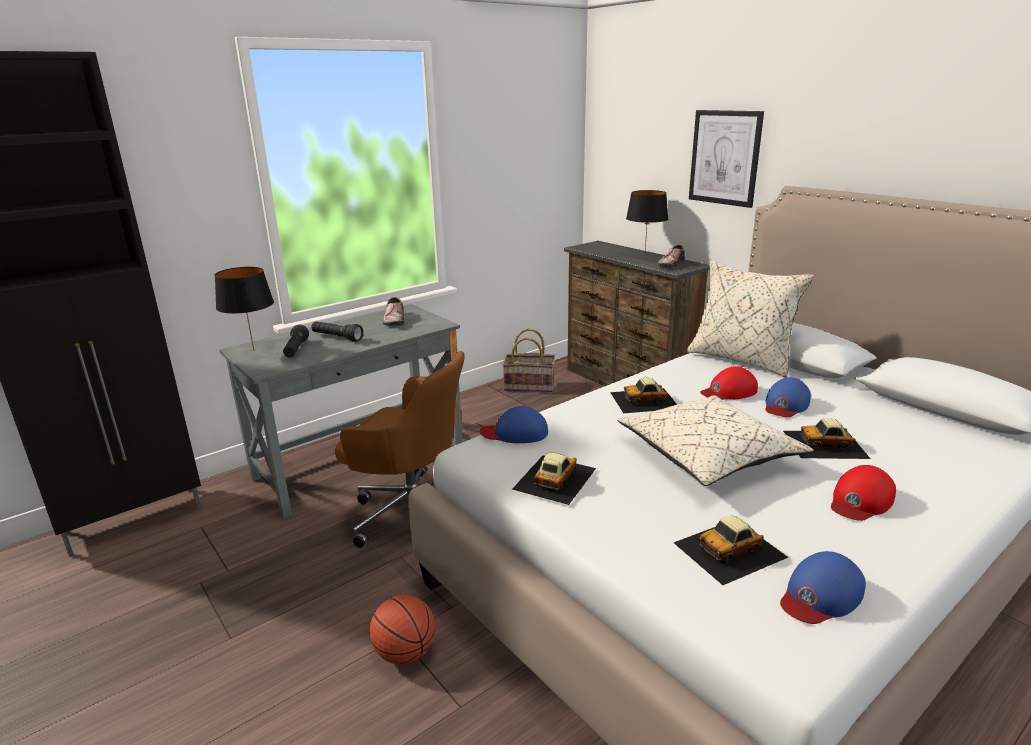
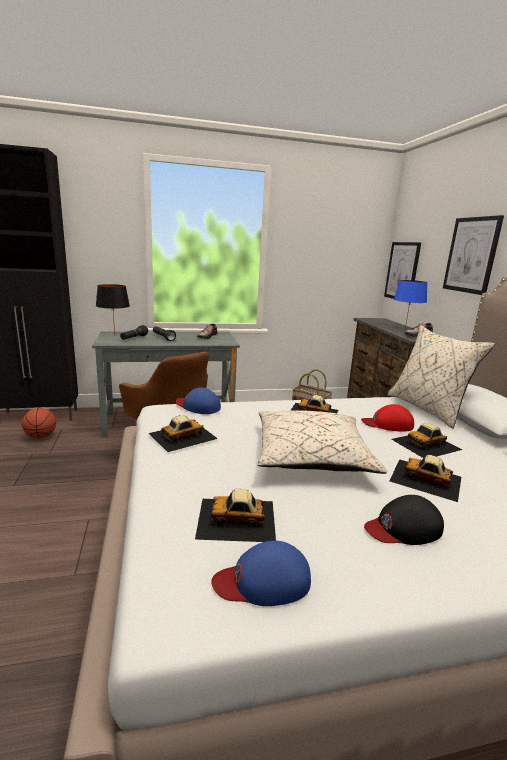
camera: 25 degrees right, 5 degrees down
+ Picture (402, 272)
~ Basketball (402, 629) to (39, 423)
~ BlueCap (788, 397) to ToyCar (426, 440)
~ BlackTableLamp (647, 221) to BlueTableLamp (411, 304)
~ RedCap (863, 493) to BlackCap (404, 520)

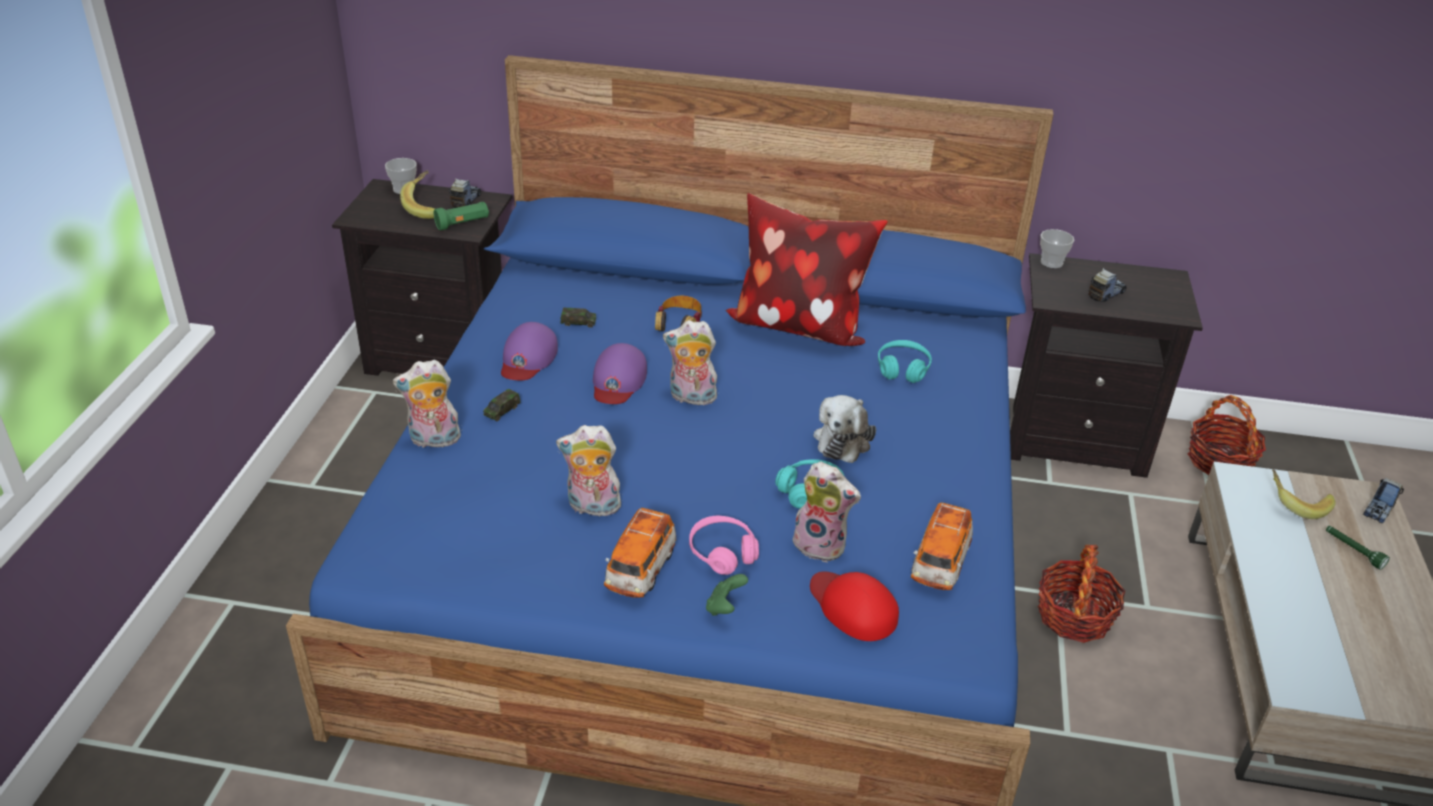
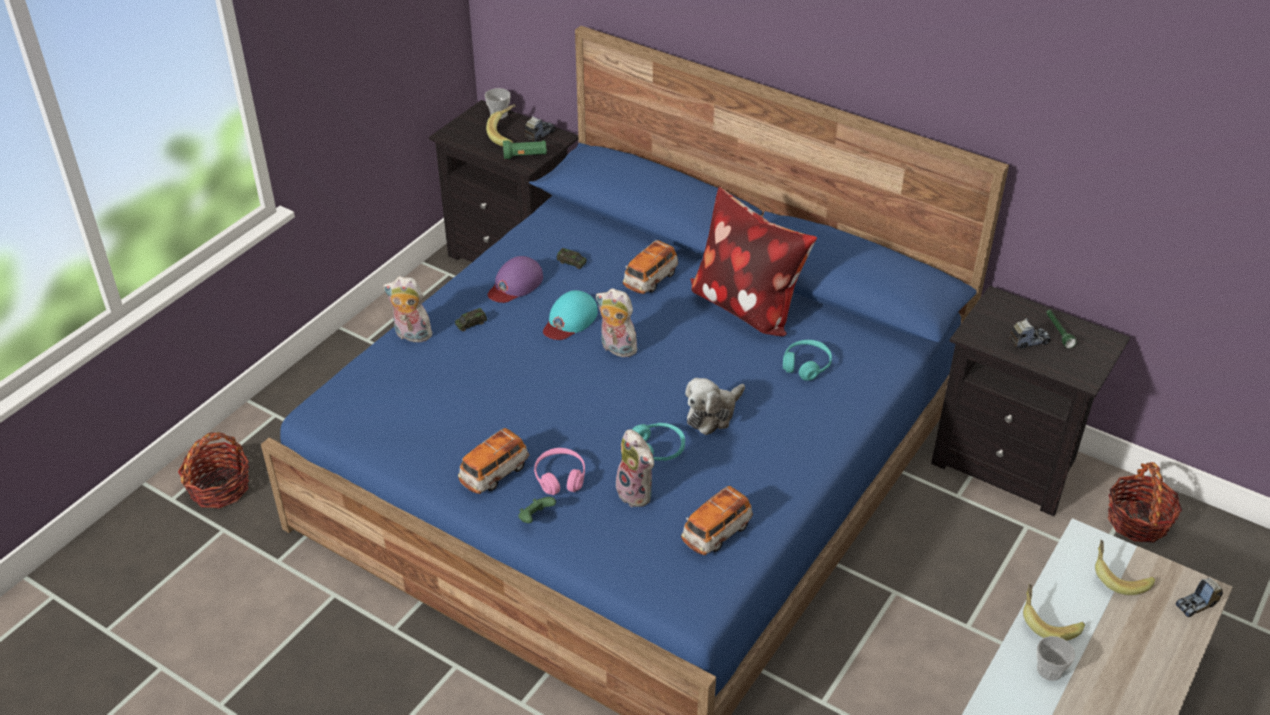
camera: 25 degrees right, 5 degrees up
- PlushToy (588, 472)
- RedCap (854, 606)
+ Banana (1054, 612)
~ Basket (1081, 593) to (213, 470)
~ Cup (1057, 248) to (1056, 658)
~ GreenFlashlight (1358, 548) to (1061, 329)
~ Headphones (678, 313) to ToyCar (650, 267)
~ PurpleCap (620, 373) to TurquoiseCap (570, 315)

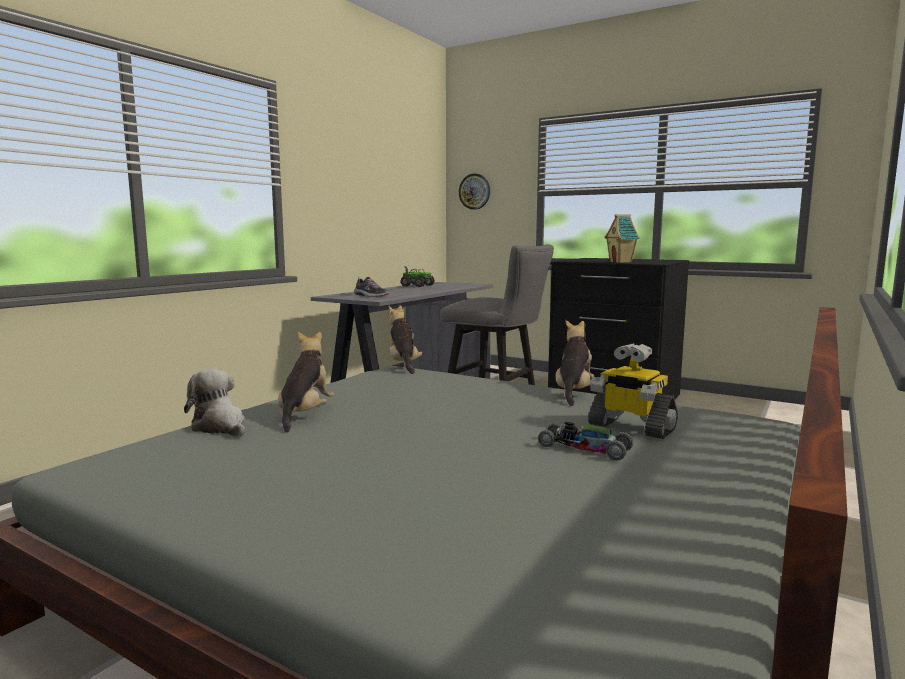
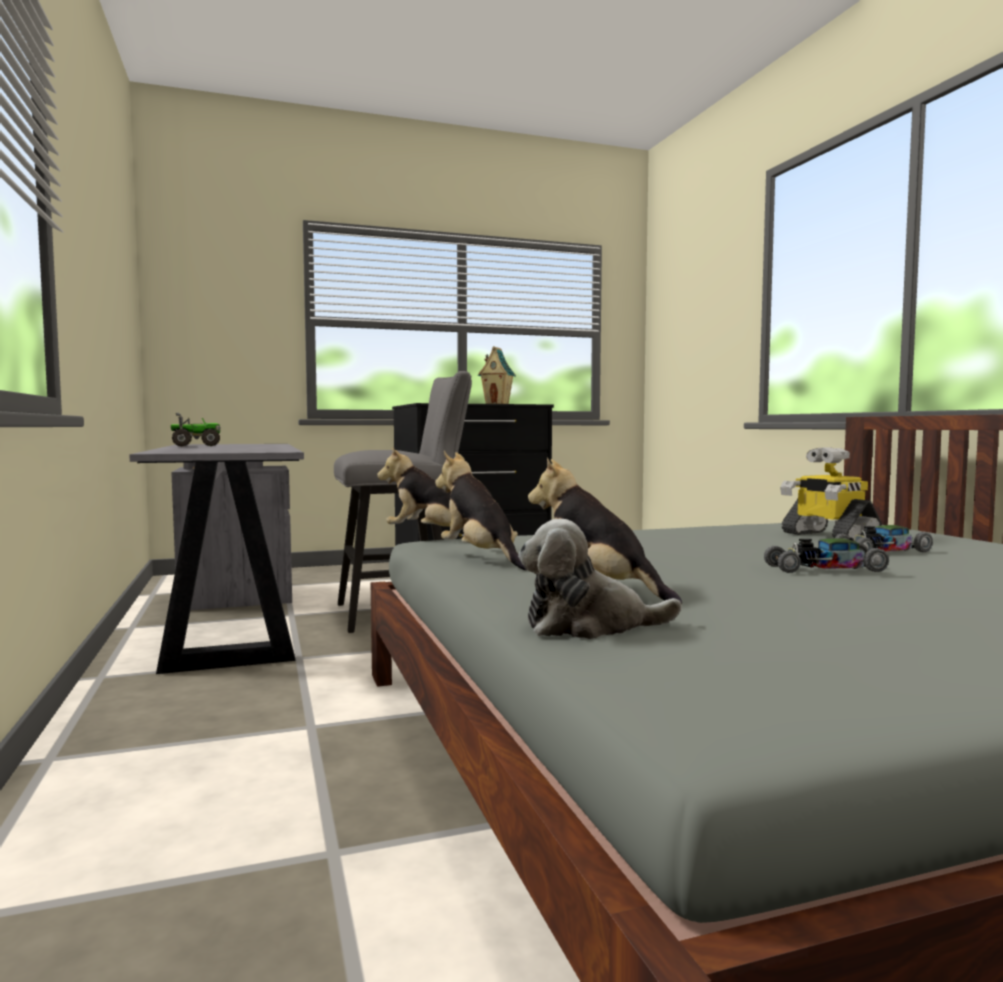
camera: 50 degrees left, 5 degrees down
- Shoe (372, 287)
- WallClock (474, 192)
+ ToyCar (826, 555)
~ PlushToy (574, 363) to (481, 510)
~ ToyRobot (633, 391) = (831, 494) 75 degrees clockwise

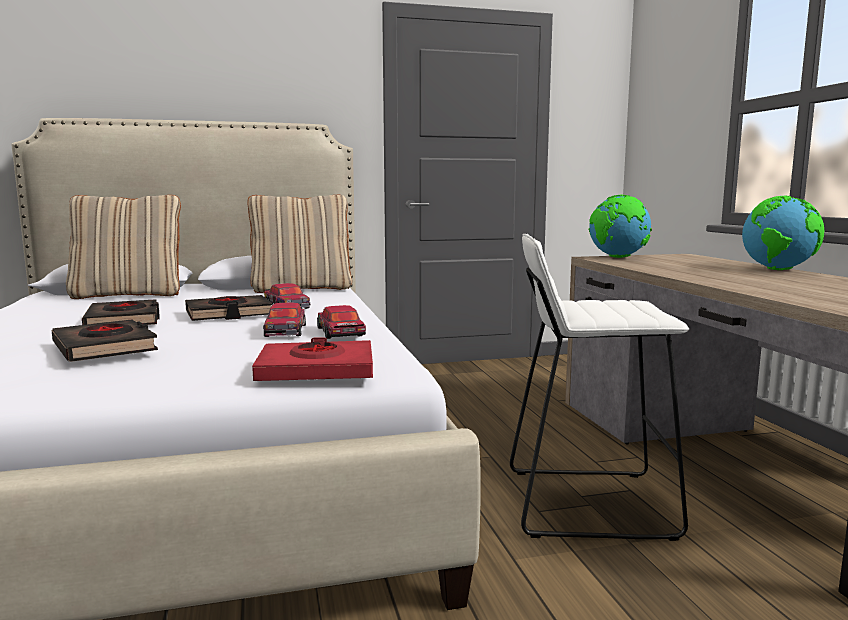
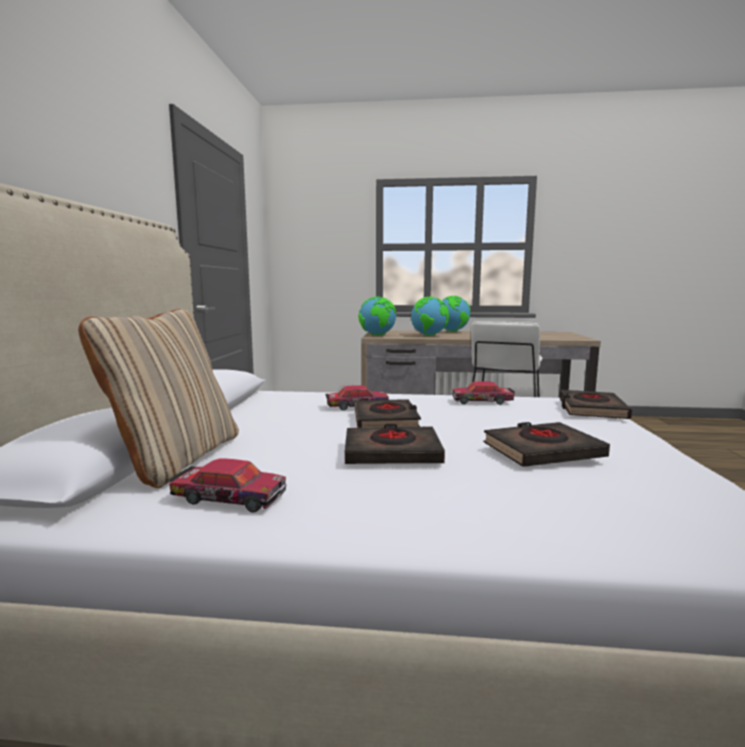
camera: 70 degrees left, 0 degrees up
- BeigePillow (299, 244)
+ Globe (430, 316)
~ ToyCar (284, 320) to (227, 486)
~ RedBook (312, 359) to BlackBook (596, 404)

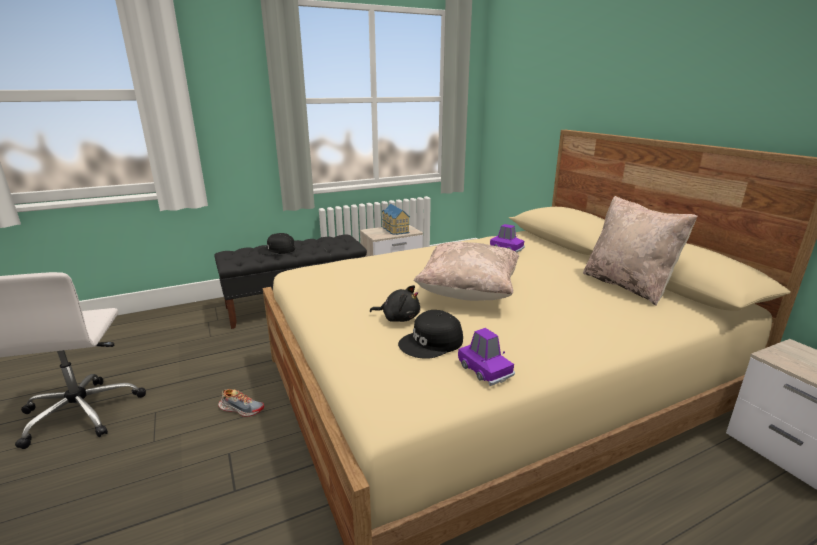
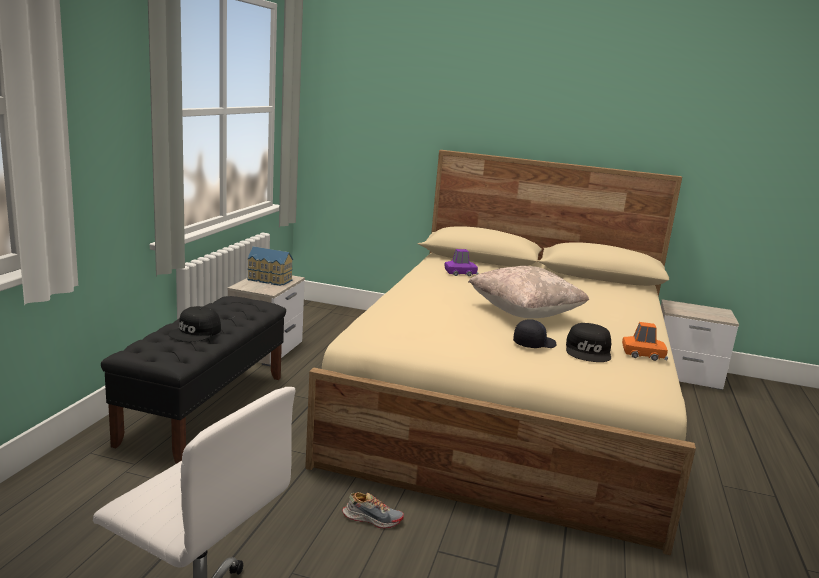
camera: 50 degrees left, 5 degrees down
- BeigePillow (640, 251)
~ BlackPlushToy (395, 303) to BlackCap (534, 333)
~ PurpleToyCar (486, 357) to OrangeToyCar (645, 341)
~ Shoe (241, 403) = (373, 510) 45 degrees clockwise

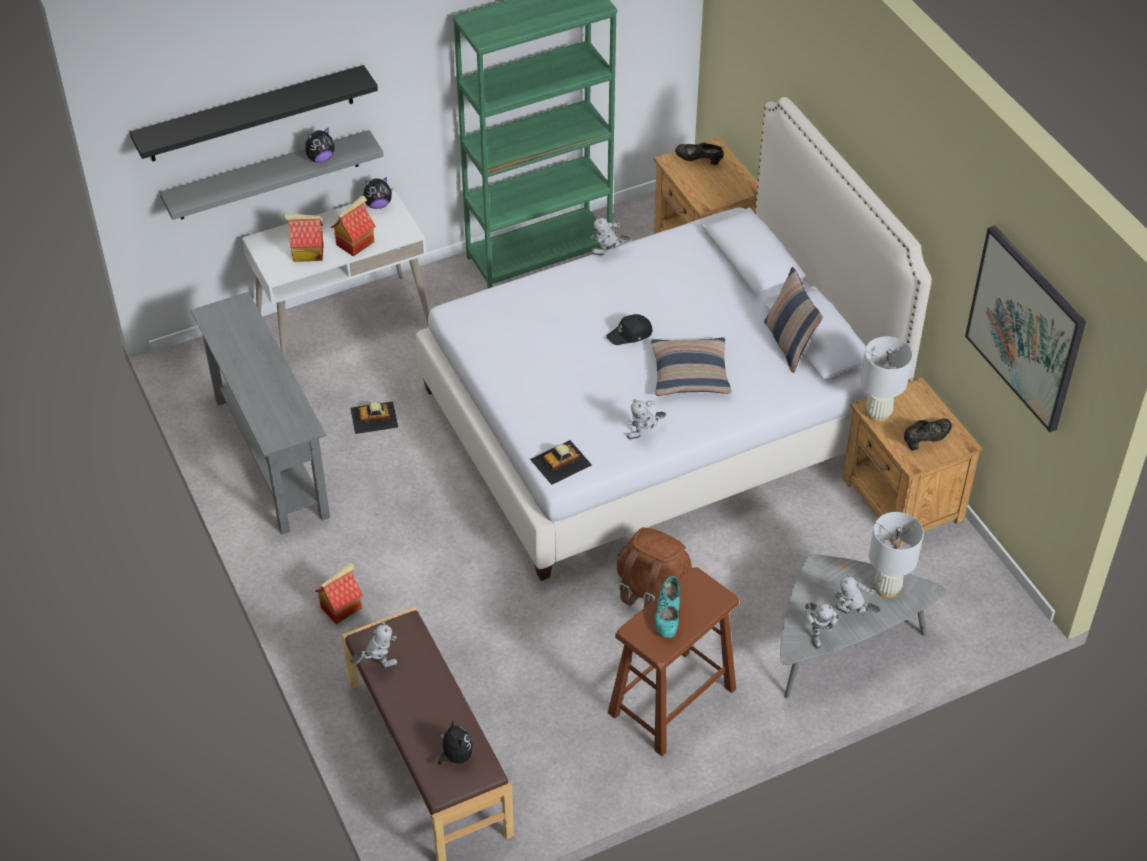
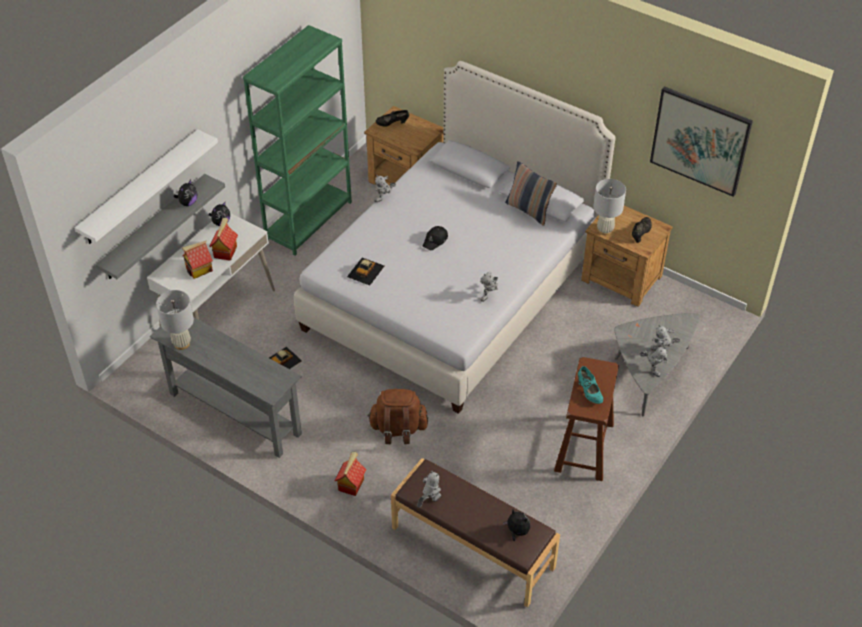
camera: 30 degrees left, 0 degrees up
- Pillow (691, 367)
~ ToyCar (561, 462) to (365, 272)
~ BrownBackpack (654, 567) to (398, 416)
~ WhiteTableLamp (896, 555) to (175, 320)
~ BlackShelf (254, 113) to WhiteShelf (146, 186)

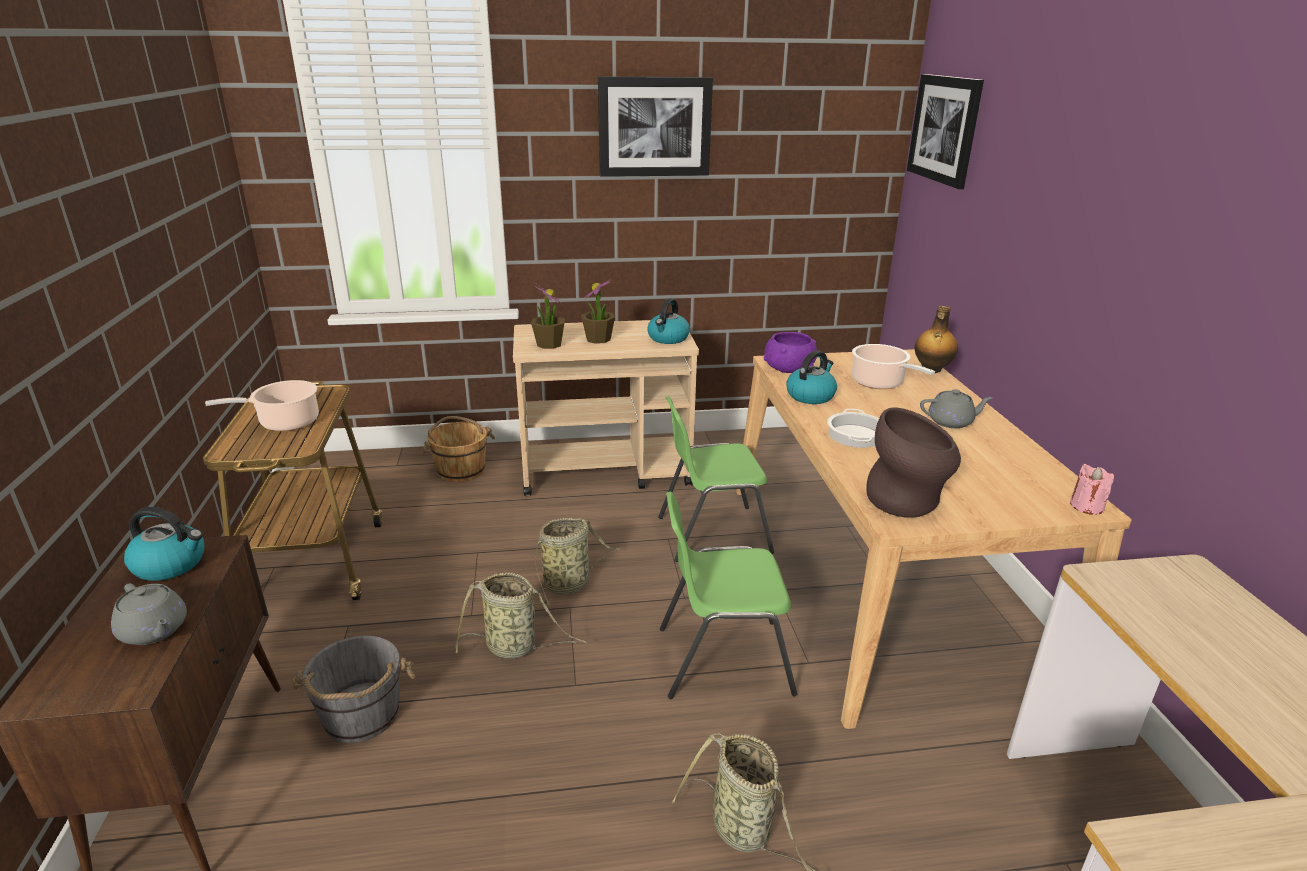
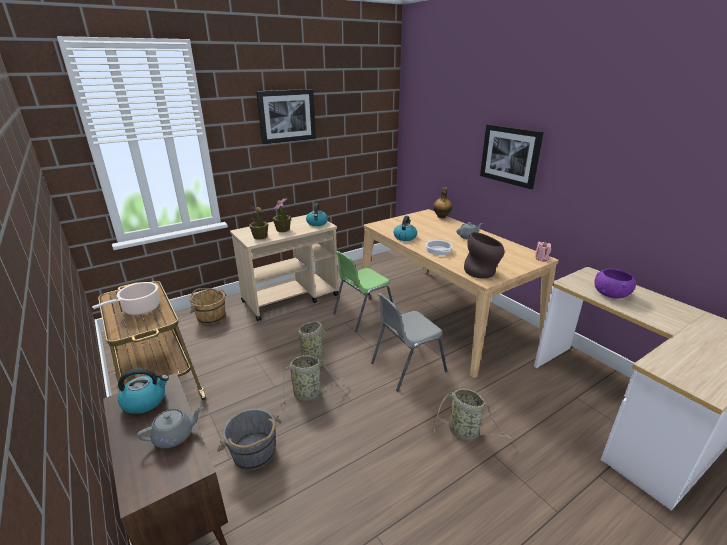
camera: 25 degrees left, 0 degrees up
- CookingPot (893, 366)
~ PurpleBowl (790, 352) to (615, 283)
~ Picture (945, 131) to (512, 156)
~ GreenChair (728, 595) to GreyChair (409, 342)
~ GreyTeapot (149, 614) = (170, 427) 45 degrees counterclockwise

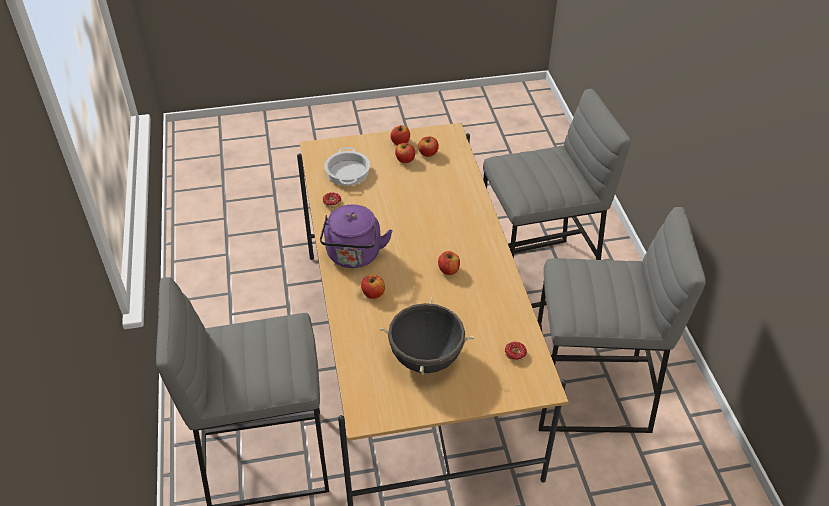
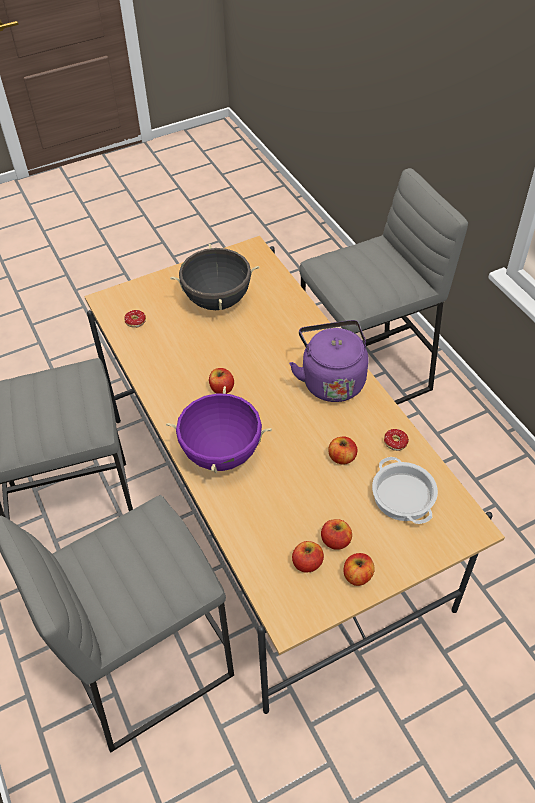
camera: 165 degrees right, 5 degrees up
+ PurpleCookingPot (219, 429)
~ Apple (373, 287) to (342, 450)

